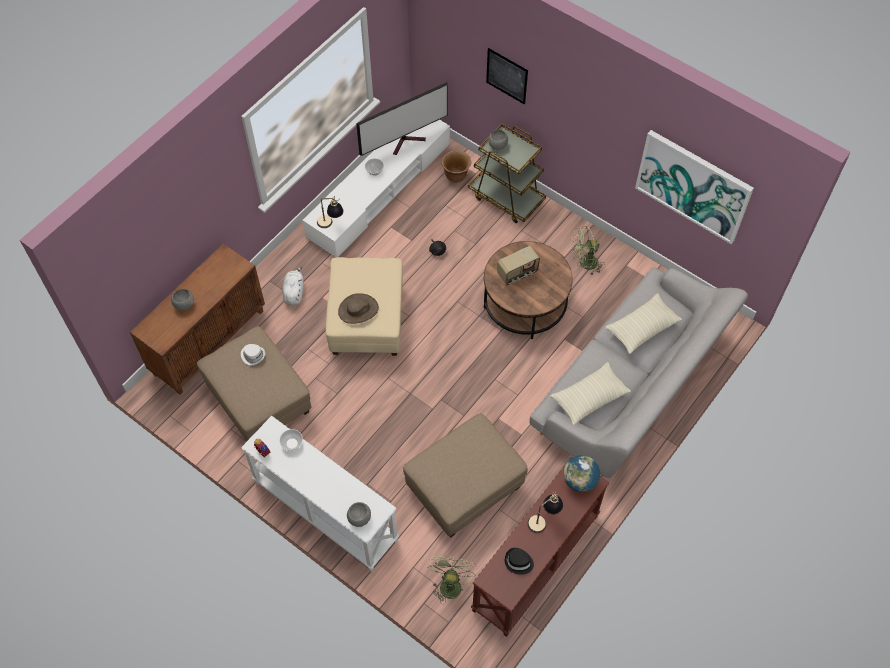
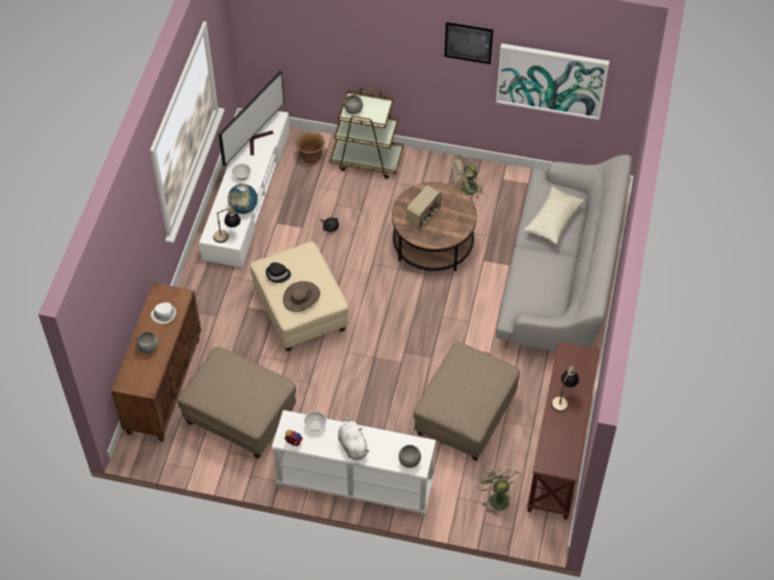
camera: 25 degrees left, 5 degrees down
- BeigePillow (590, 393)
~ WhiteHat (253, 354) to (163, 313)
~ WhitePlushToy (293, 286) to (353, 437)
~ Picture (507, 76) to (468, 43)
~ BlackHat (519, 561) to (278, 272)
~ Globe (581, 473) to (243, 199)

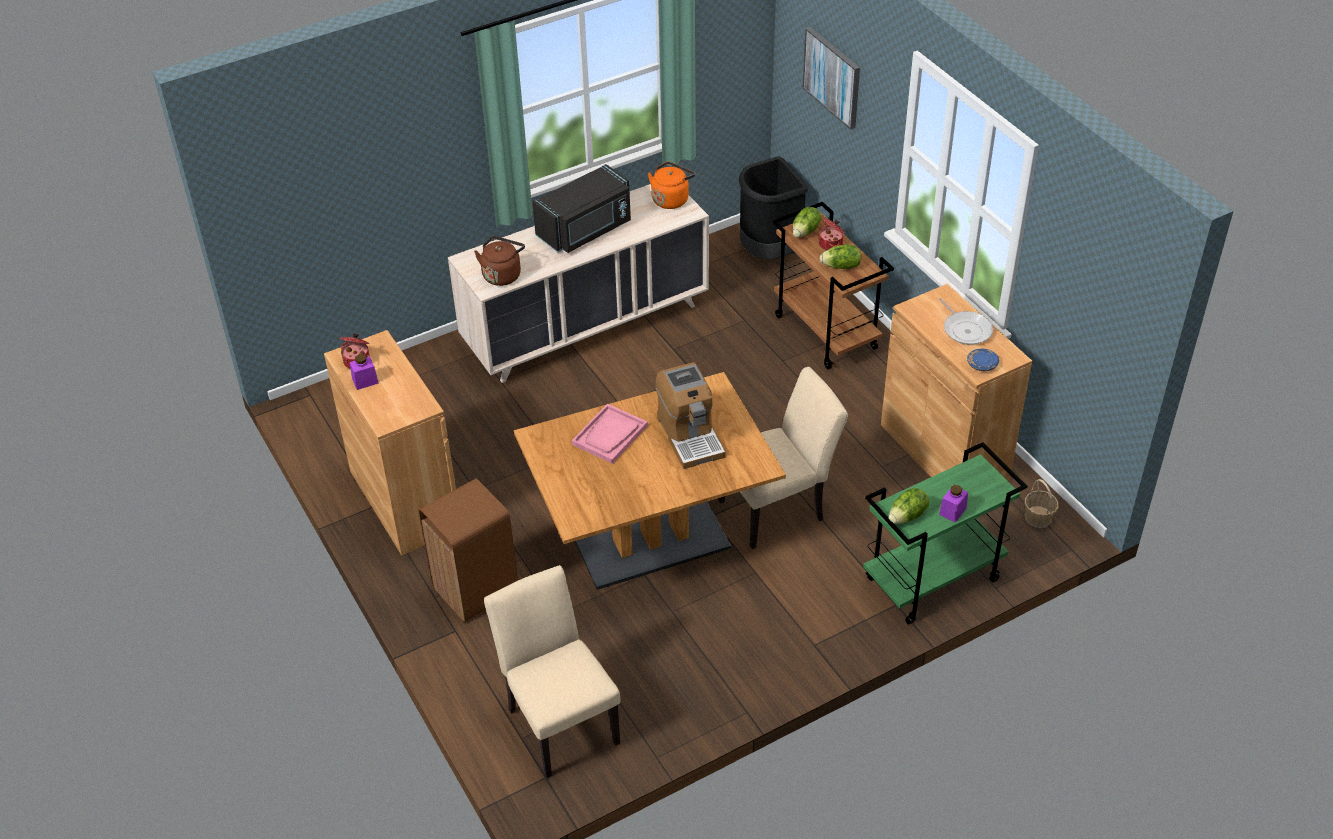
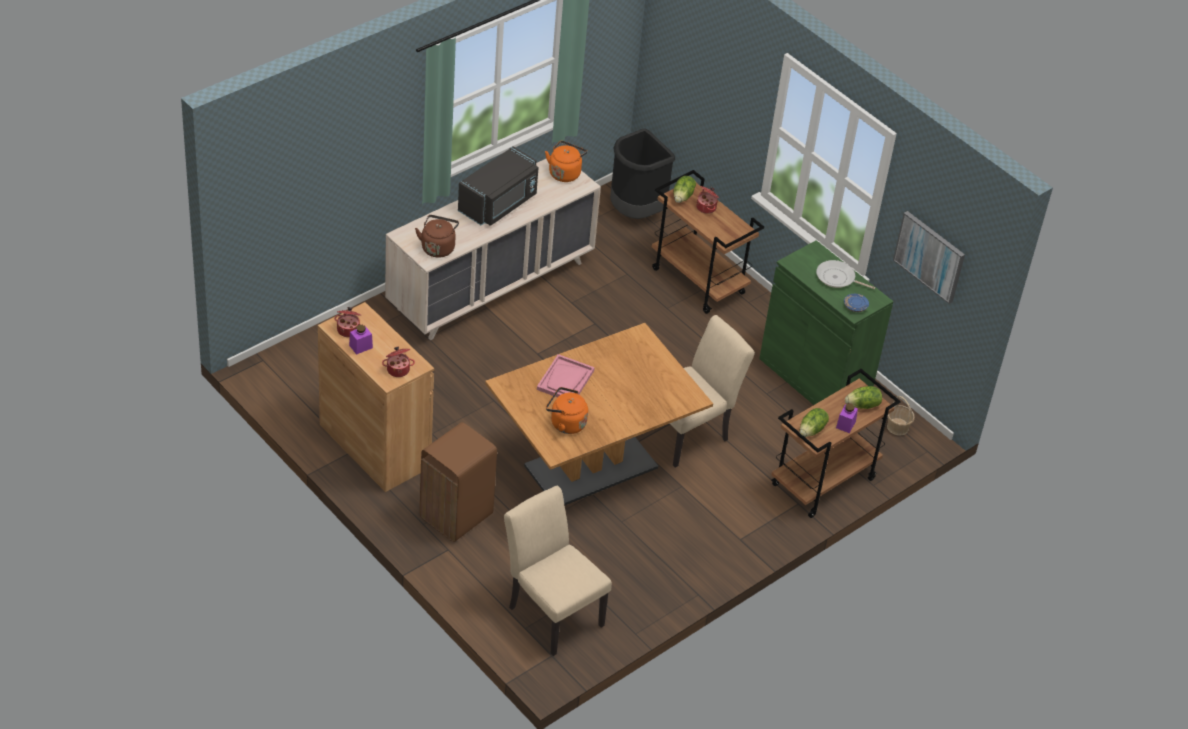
camera: 15 degrees left, 0 degrees up
- CoffeeMachine (691, 415)
+ CookingPot (398, 362)
+ OrangeKettle (567, 410)
~ Picture (831, 78) to (929, 257)
~ Lettuce (840, 257) to (863, 397)
~ GreenCart (945, 533) to BrownCart (836, 443)
~ BrownCabinet (956, 382) to GreenCabinet (826, 322)
~ FryingPan (966, 321) = (845, 274) 150 degrees clockwise

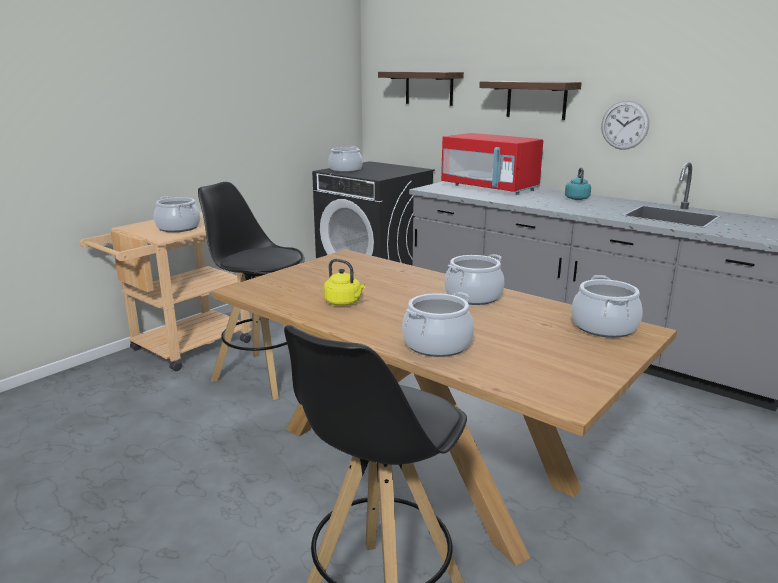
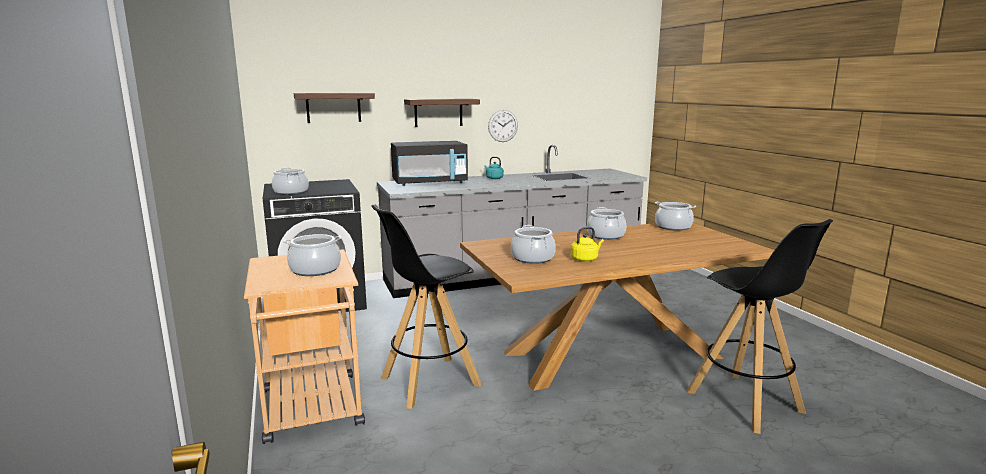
camera: 60 degrees left, 5 degrees down
~ CookingPot (438, 324) to (533, 244)
~ RedMicrowave (492, 164) to BlackMicrowave (429, 163)

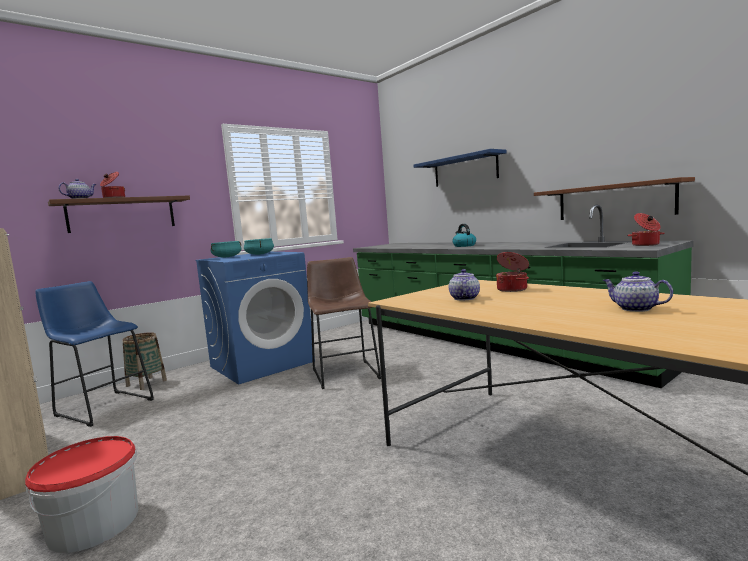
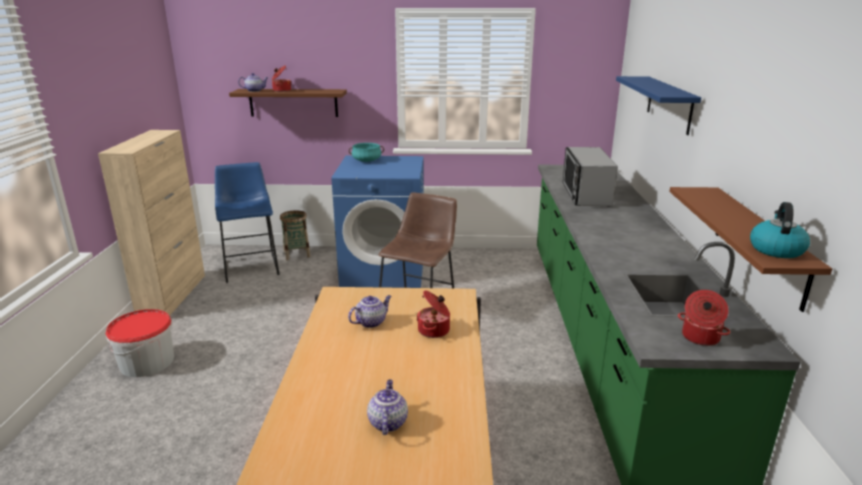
camera: 40 degrees right, 15 degrees up
- TurquoiseCookingPot (259, 246)
+ Microwave (590, 177)
~ Kettle (464, 235) to (780, 230)

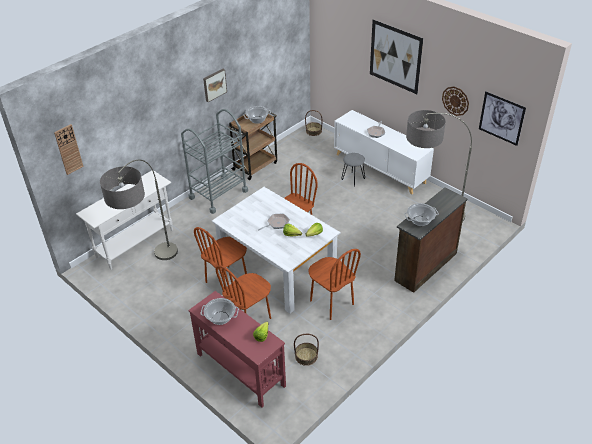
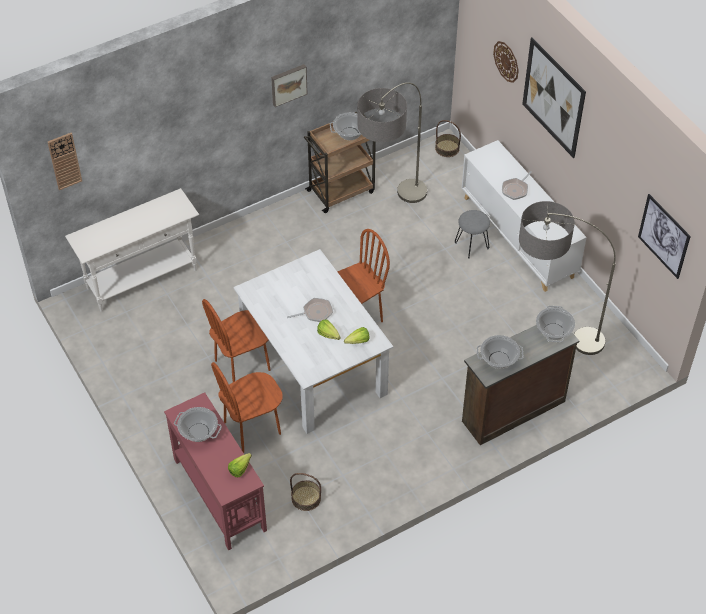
camera: 15 degrees right, 10 degrees up
- GreyCart (214, 161)
- BrownChair (335, 284)
+ CookingPot (555, 324)
~ FloorLamp (139, 210) to (392, 143)
~ WallClock (455, 101) to (506, 62)

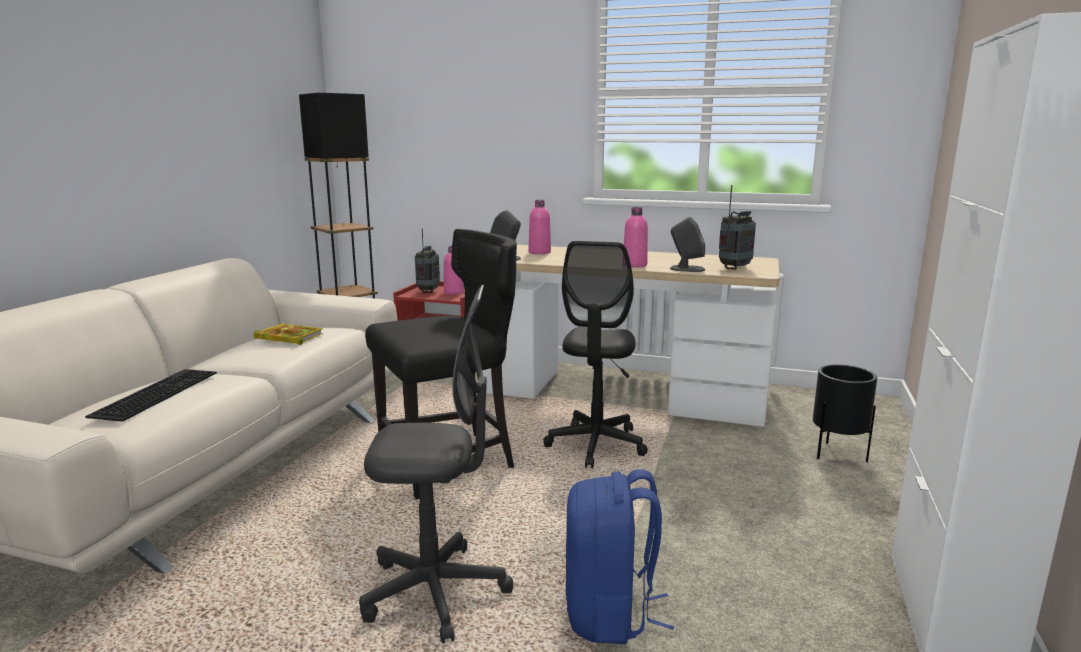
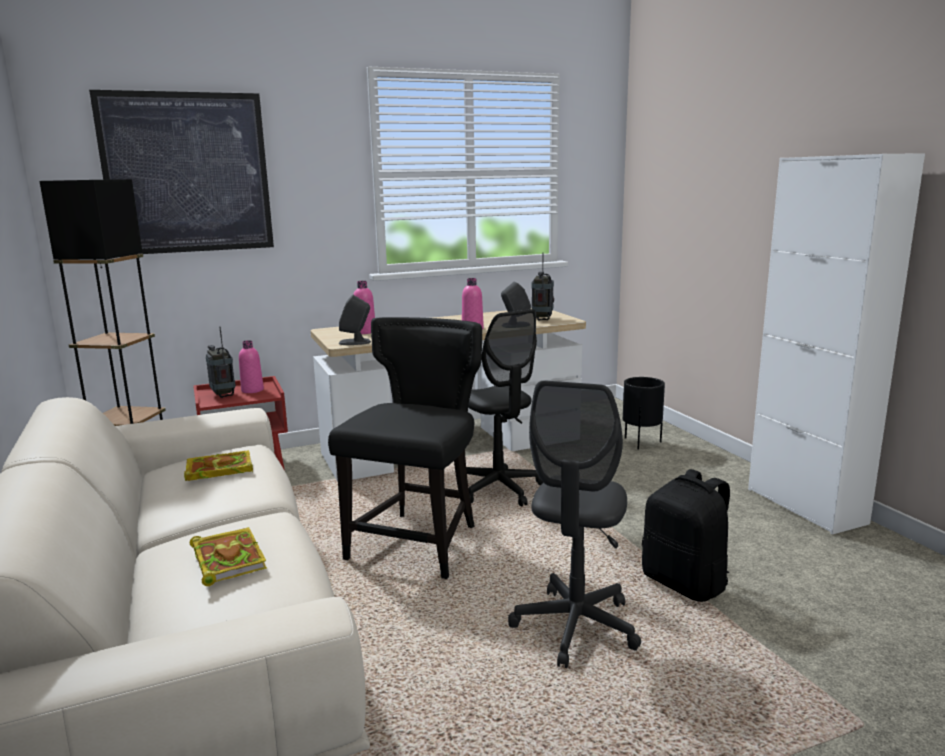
camera: 40 degrees left, 0 degrees up
+ Picture (181, 172)
~ Keyboard (151, 395) to Book (228, 556)
~ BlueBackpack (620, 556) to BlackBackpack (686, 535)
~ GreyOfficeChair (436, 464) = (574, 524) 150 degrees clockwise

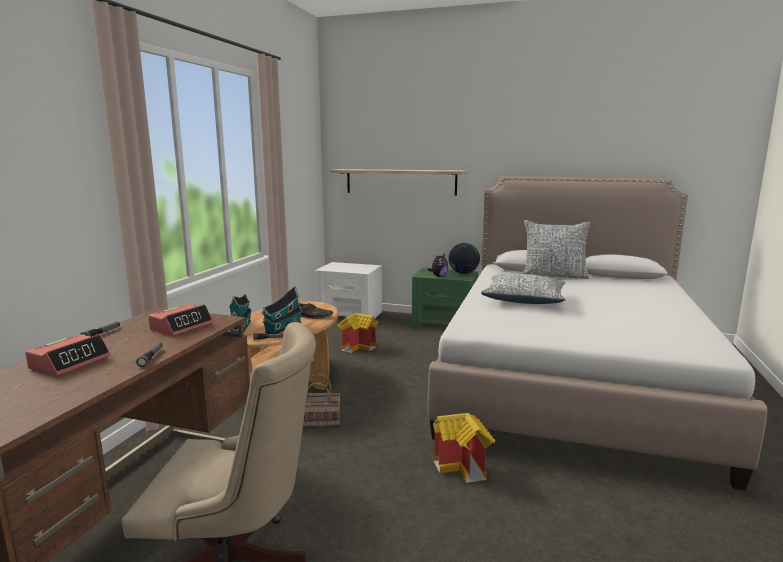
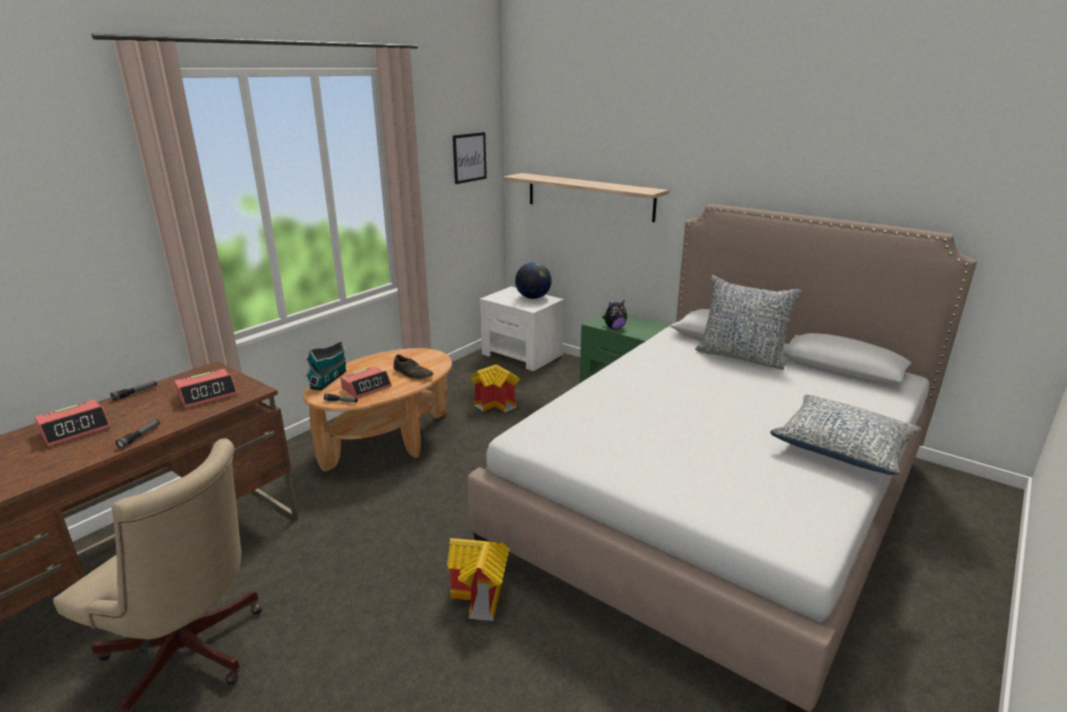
camera: 20 degrees right, 10 degrees up
- Basket (321, 400)
+ Picture (470, 158)
~ Globe (464, 258) to (533, 280)
~ Pillow (523, 289) to (845, 435)
~ ToyHouse (282, 310) to AlarmClock (366, 382)

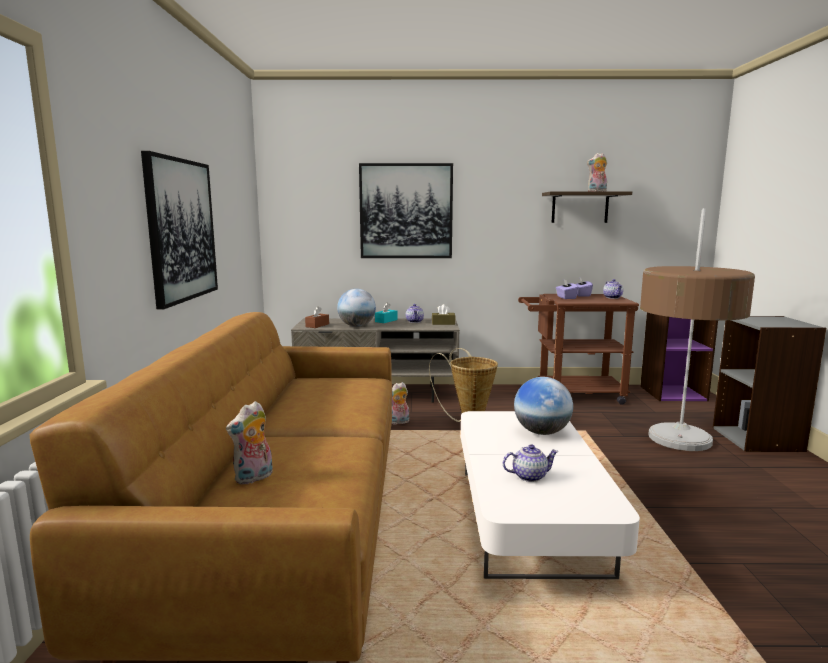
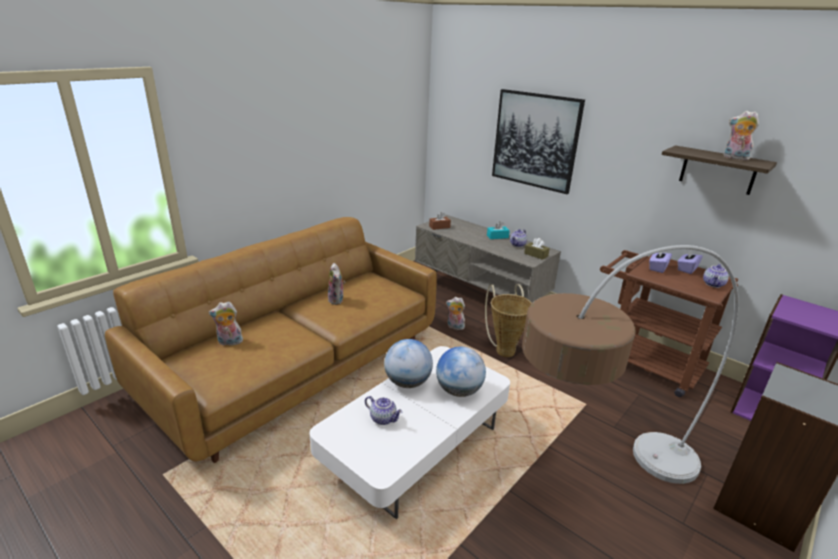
camera: 40 degrees right, 15 degrees up
- Picture (179, 230)
+ PlushToy (336, 284)
~ Globe (356, 308) to (408, 363)

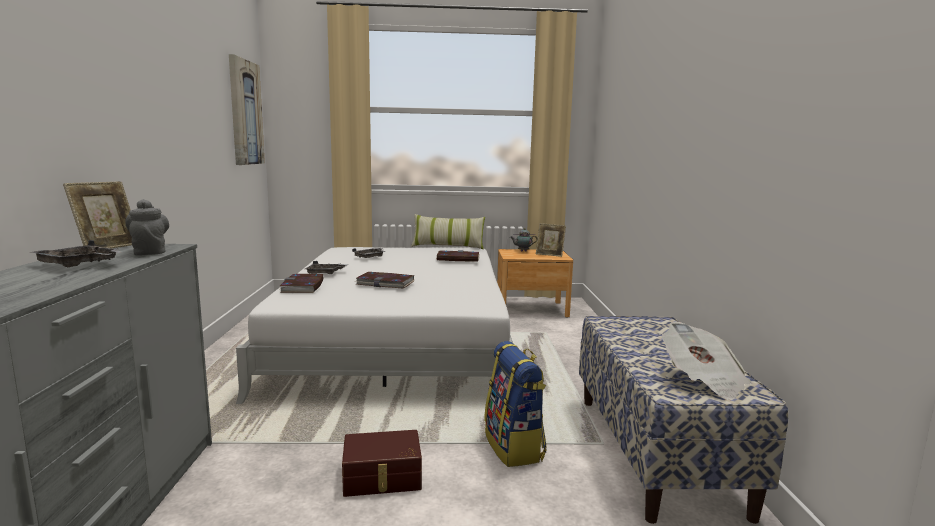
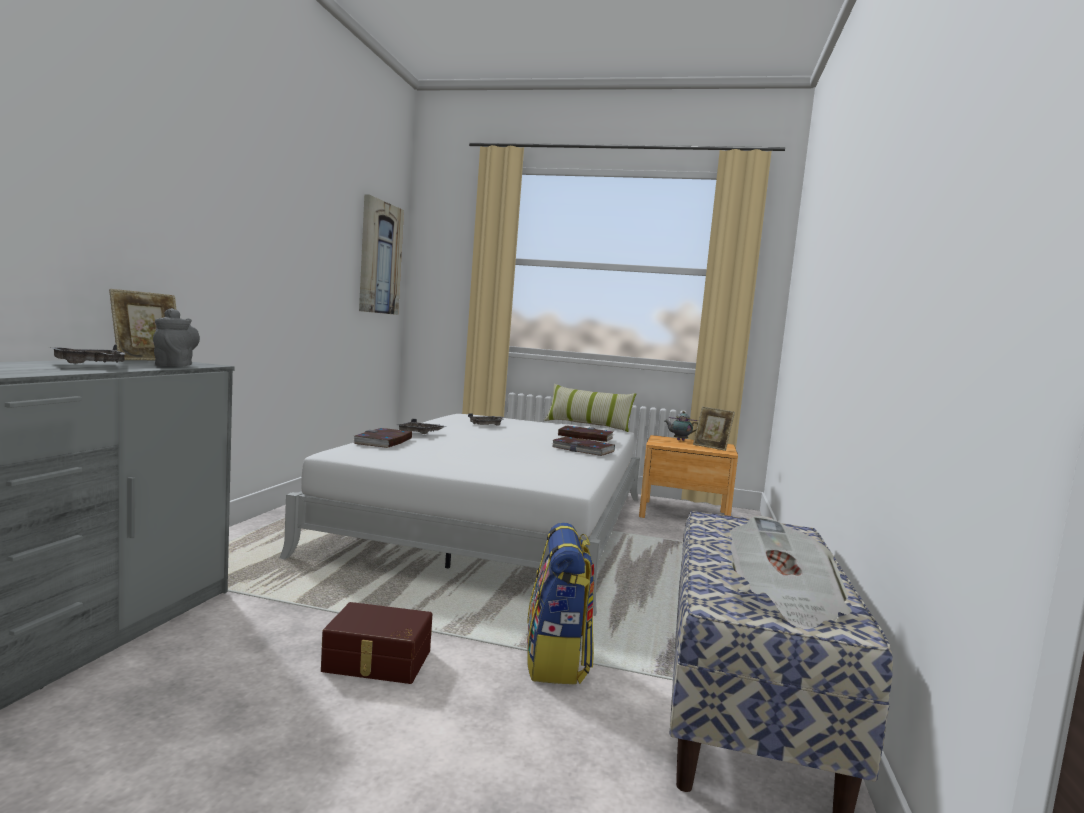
camera: 15 degrees right, 5 degrees down
~ Book (385, 280) to (583, 446)

